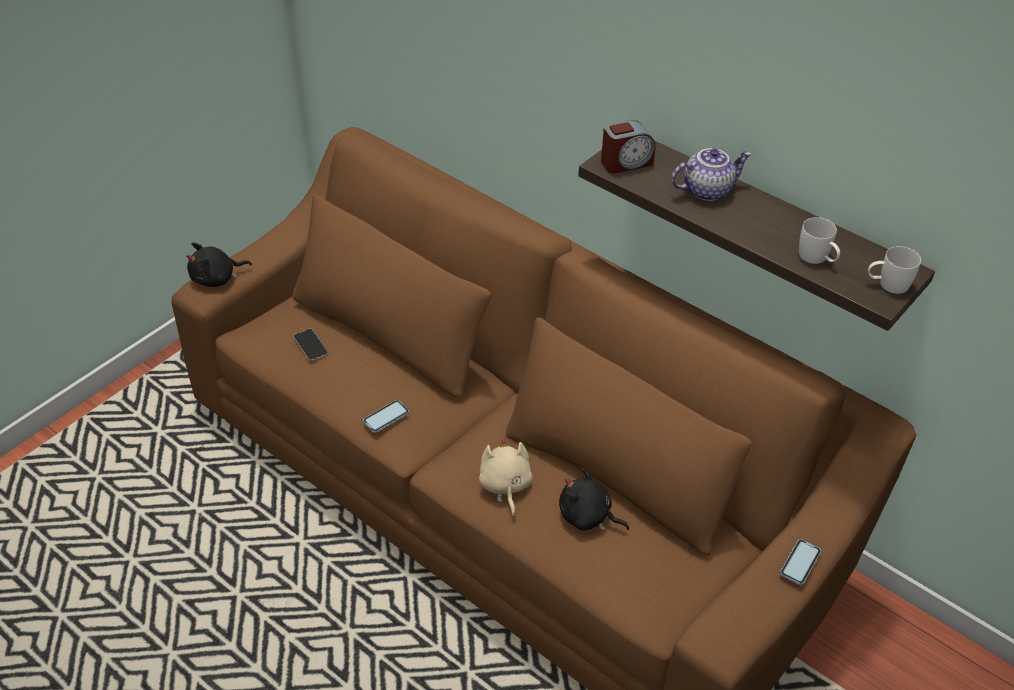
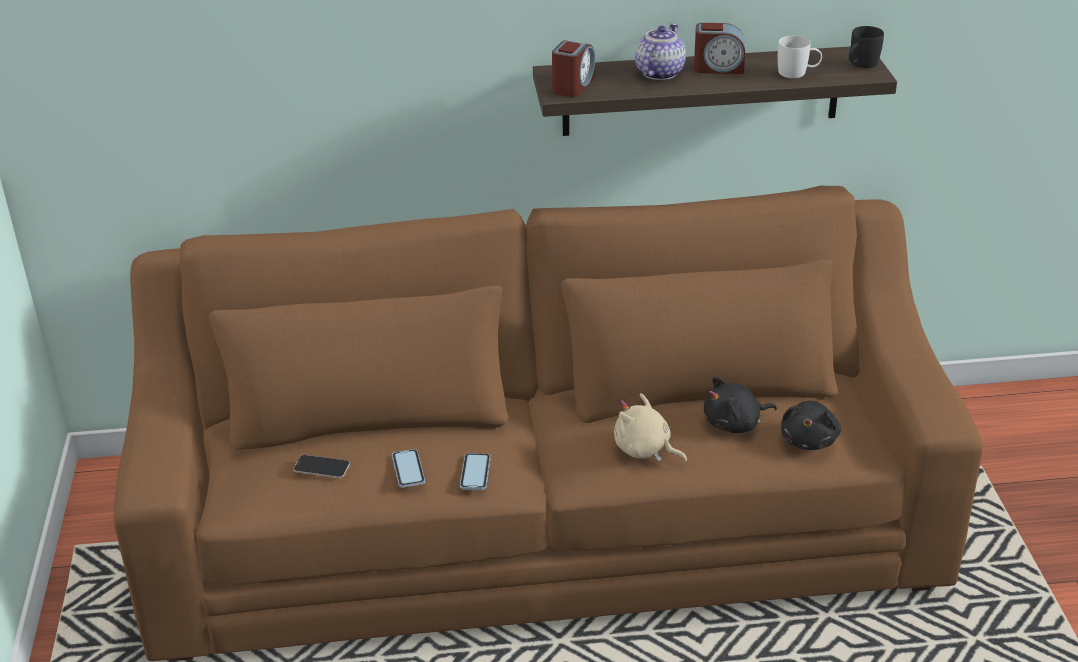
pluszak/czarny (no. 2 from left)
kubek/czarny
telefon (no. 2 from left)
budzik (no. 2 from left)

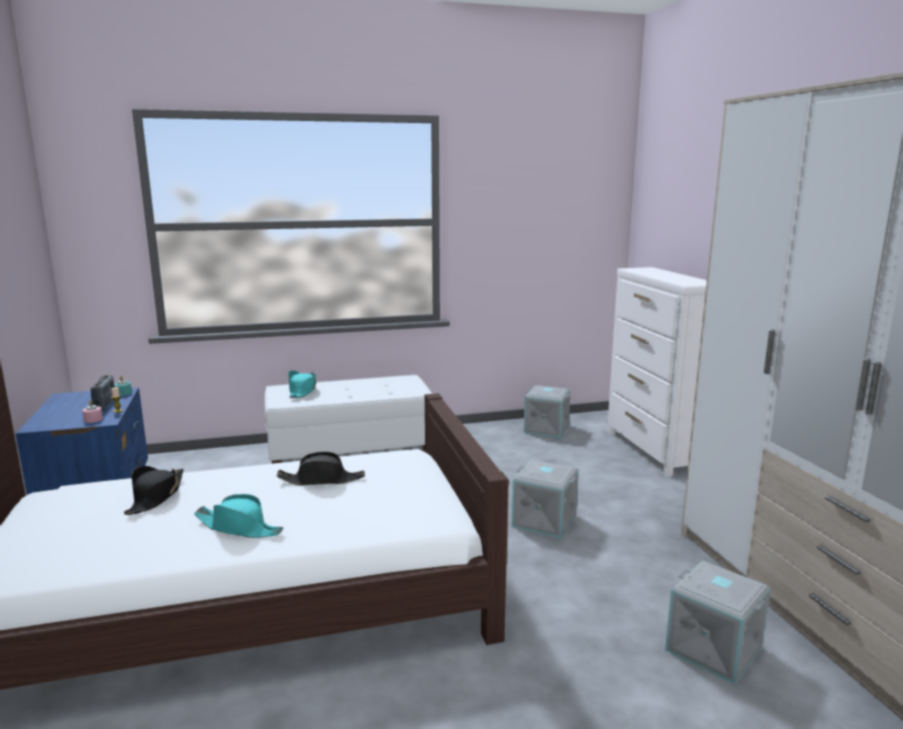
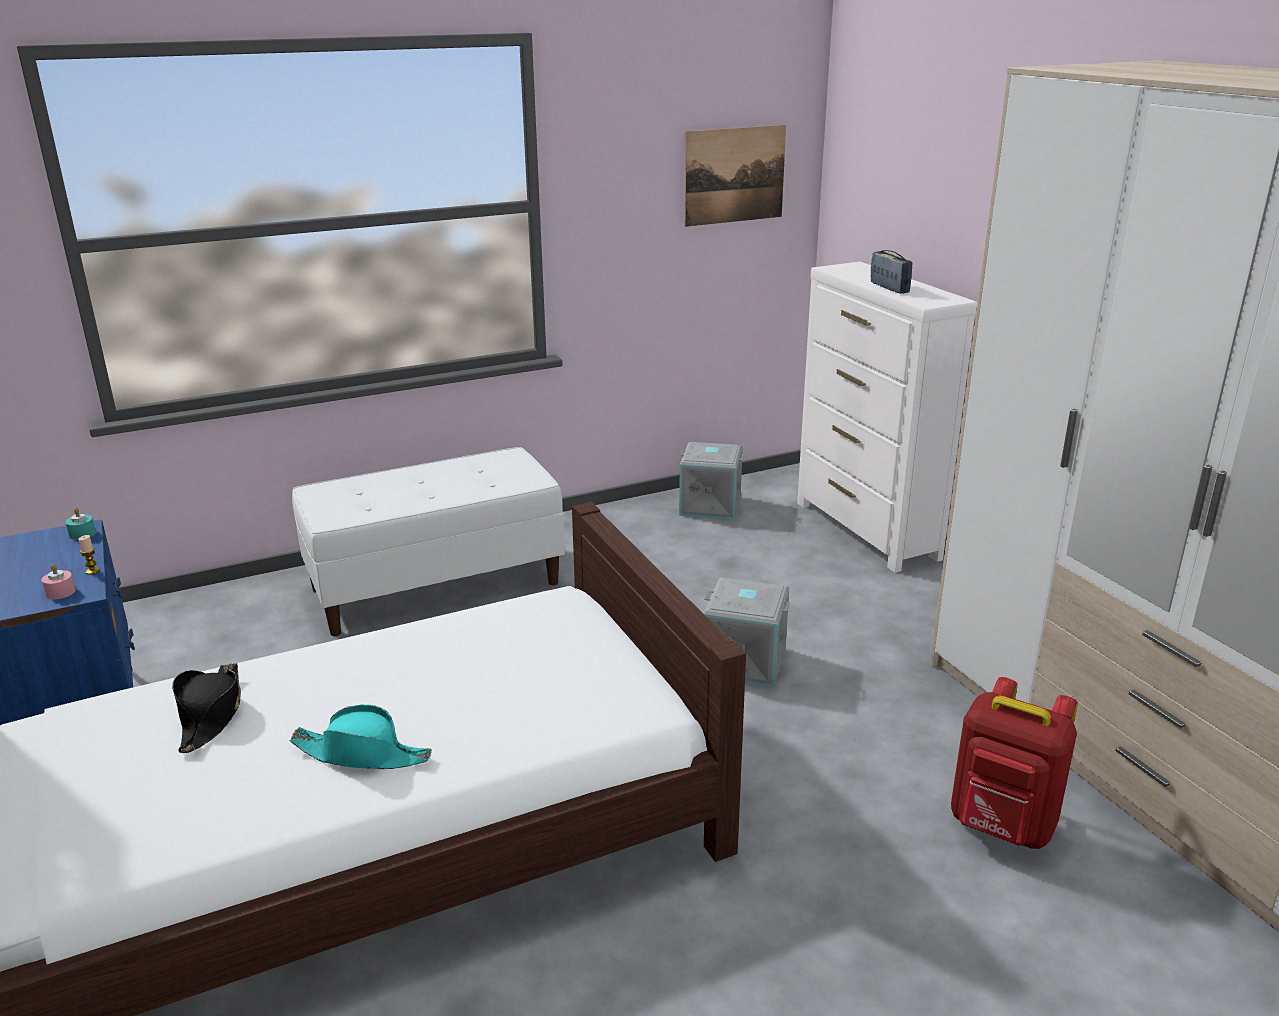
kapelusz/turkusowy (no. 2 from left in the first image)
radio
kapelusz/czarny (no. 2 from left in the first image)
plecak/czerwony
obraz

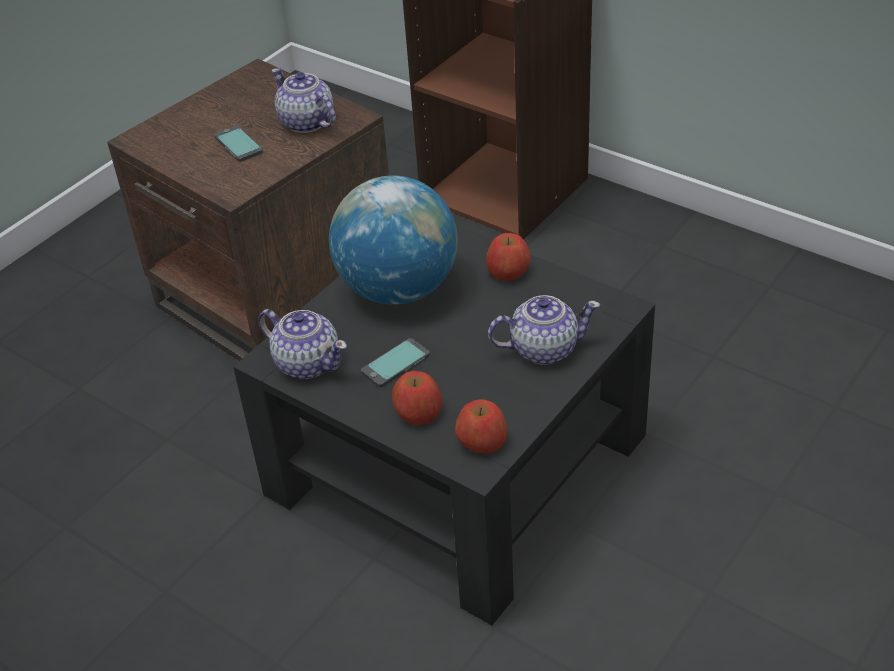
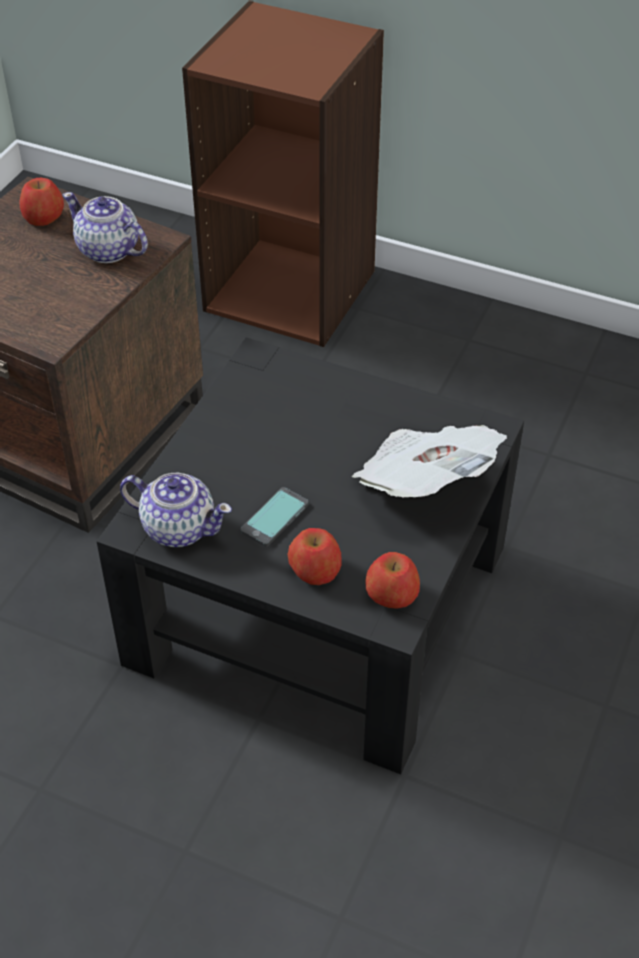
telefon (no. 1 from left in the first image)
globus
jabłko (no. 1 from left)
gazeta

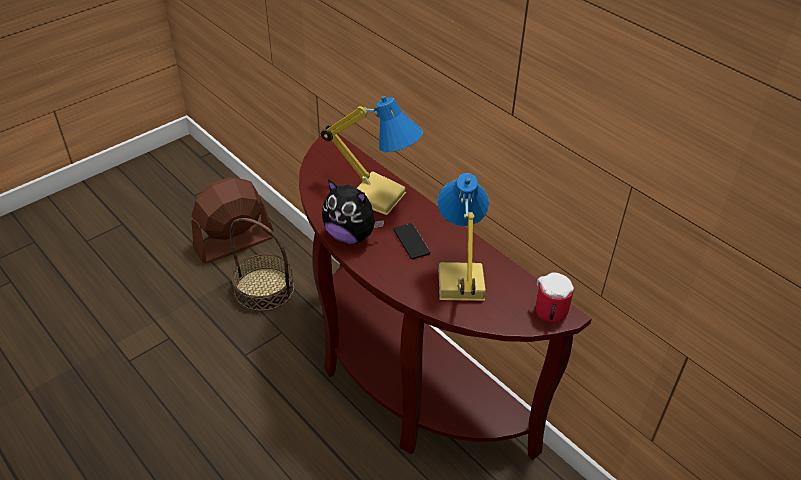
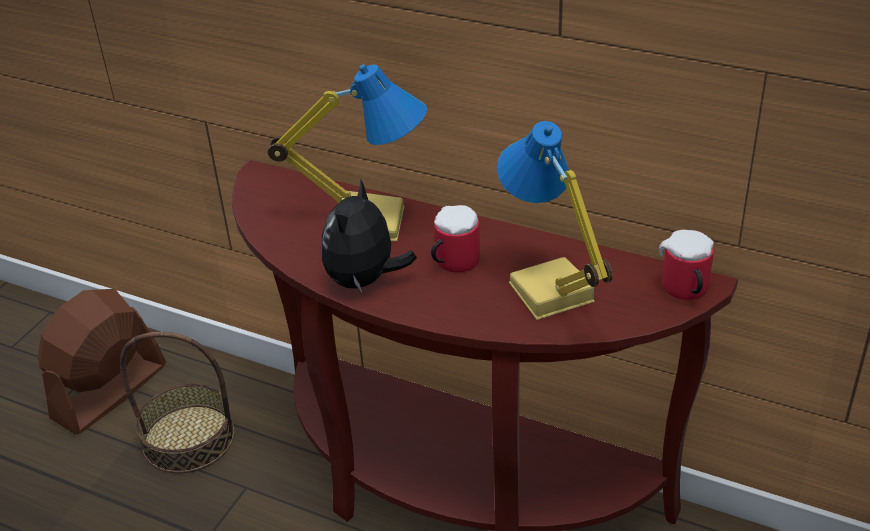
pluszak
kubek (no. 1 from left)

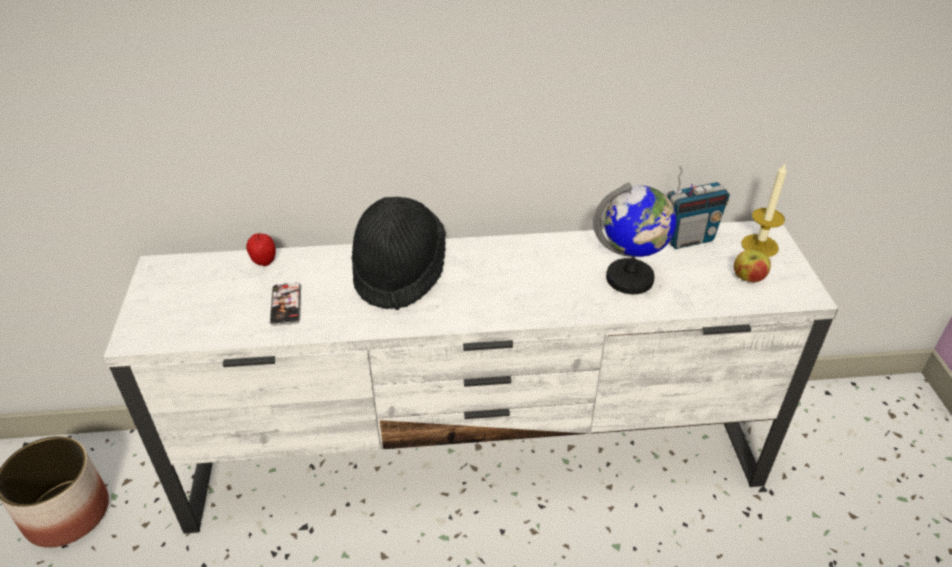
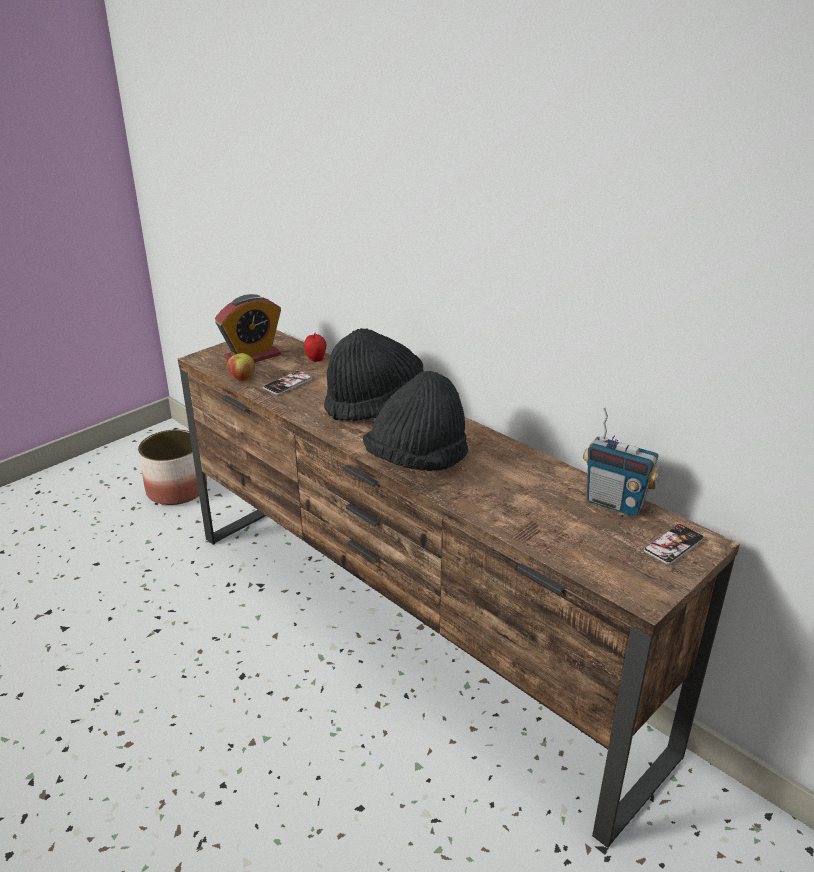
telefon (no. 2 from left)
globus
szafka pod telewizor/brązowy
jabłko (no. 1 from left)
budzik
kapelusz/czarny (no. 2 from left)

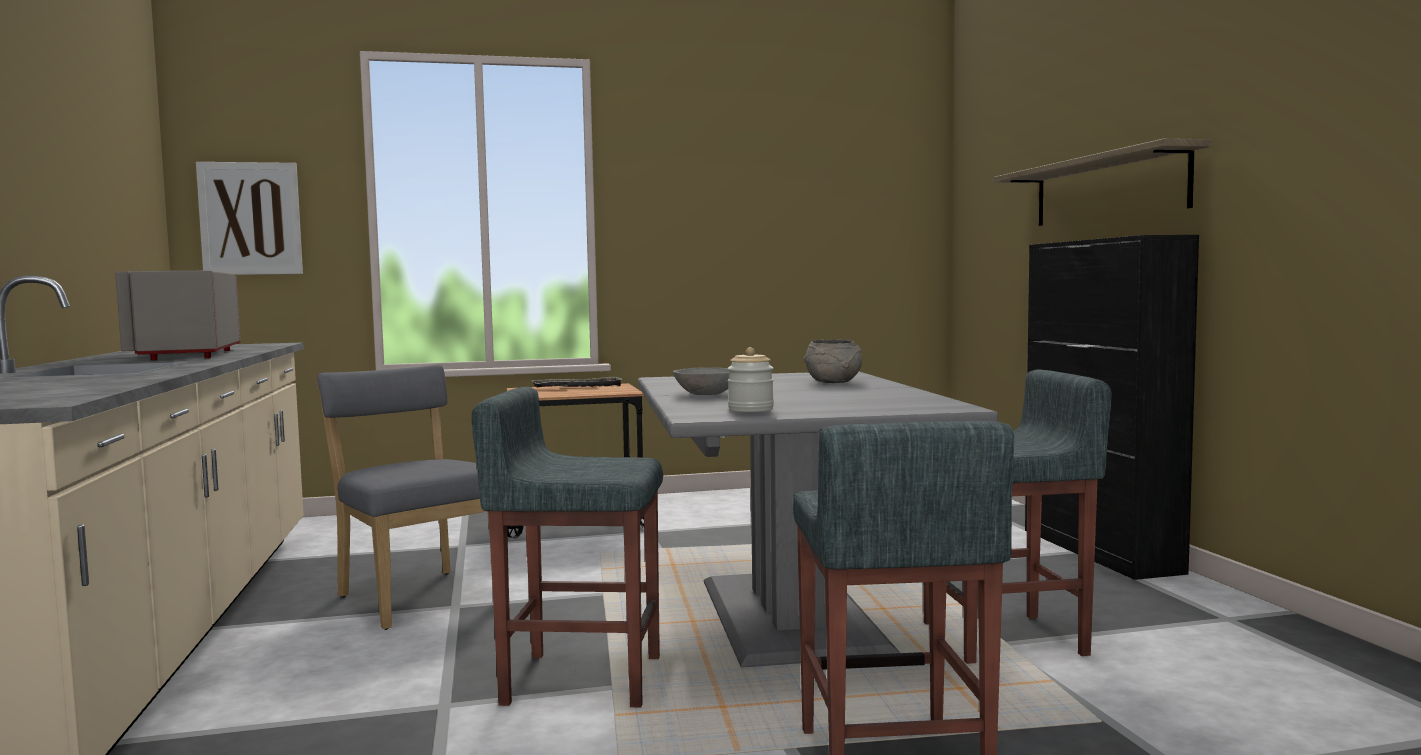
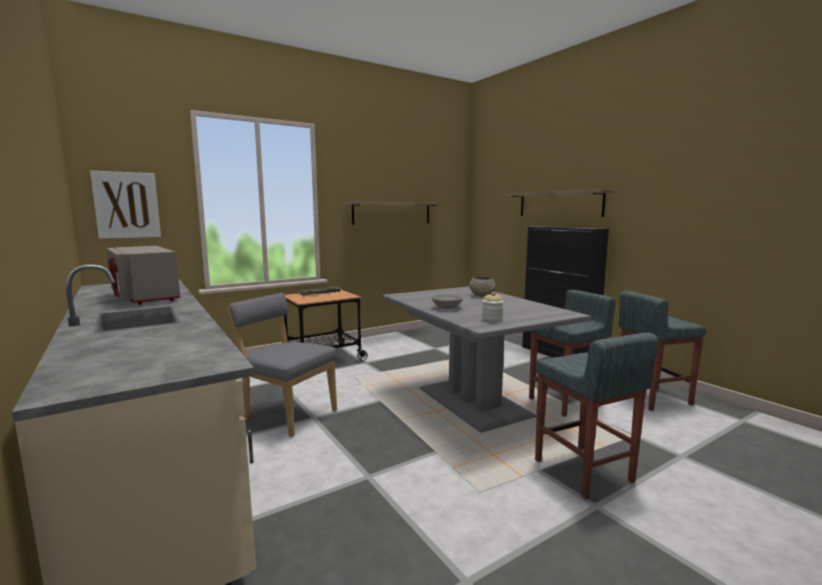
stołek/szary (no. 3 from left)
półka (no. 1 from left)

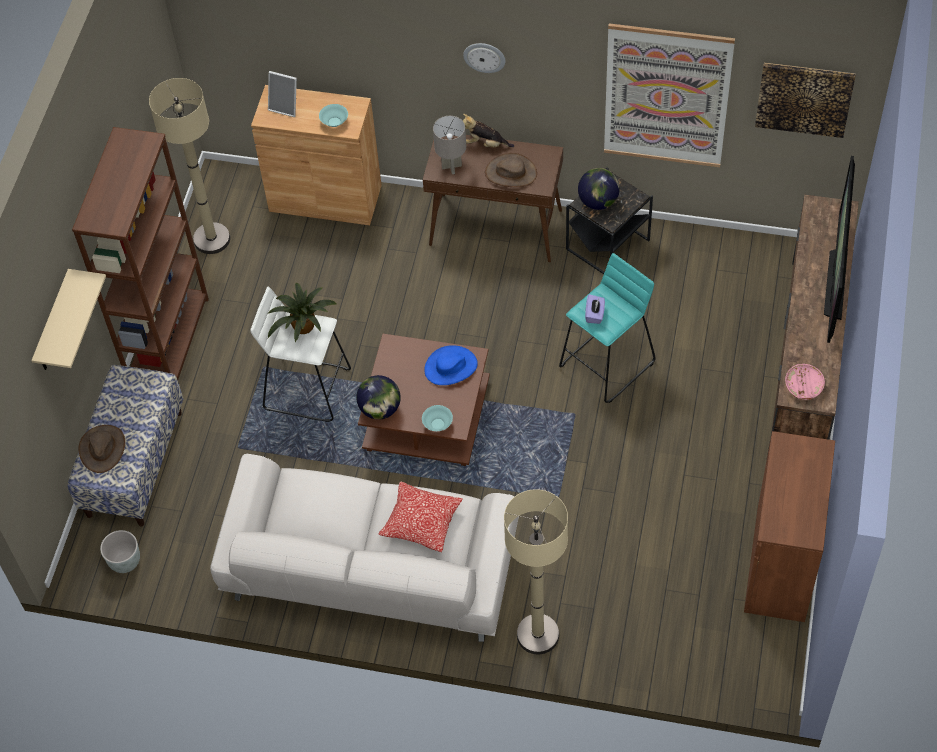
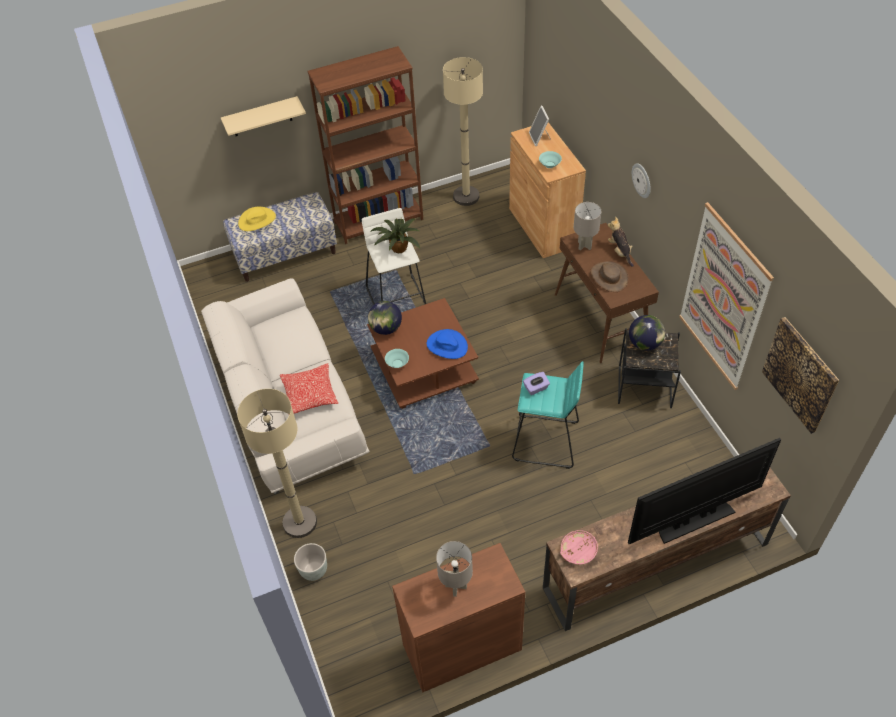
kapelusz/żółty
donica/szary
lampa stołowa/szary (no. 1 from left)

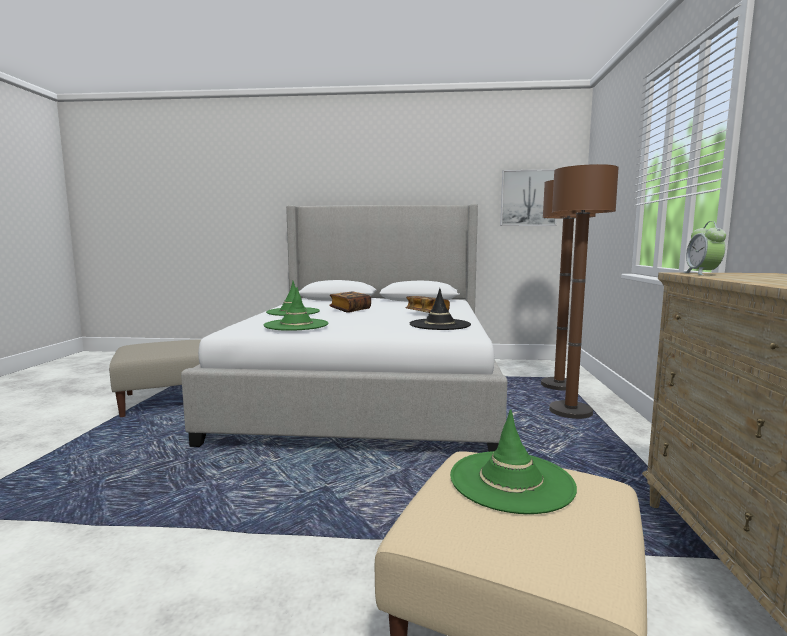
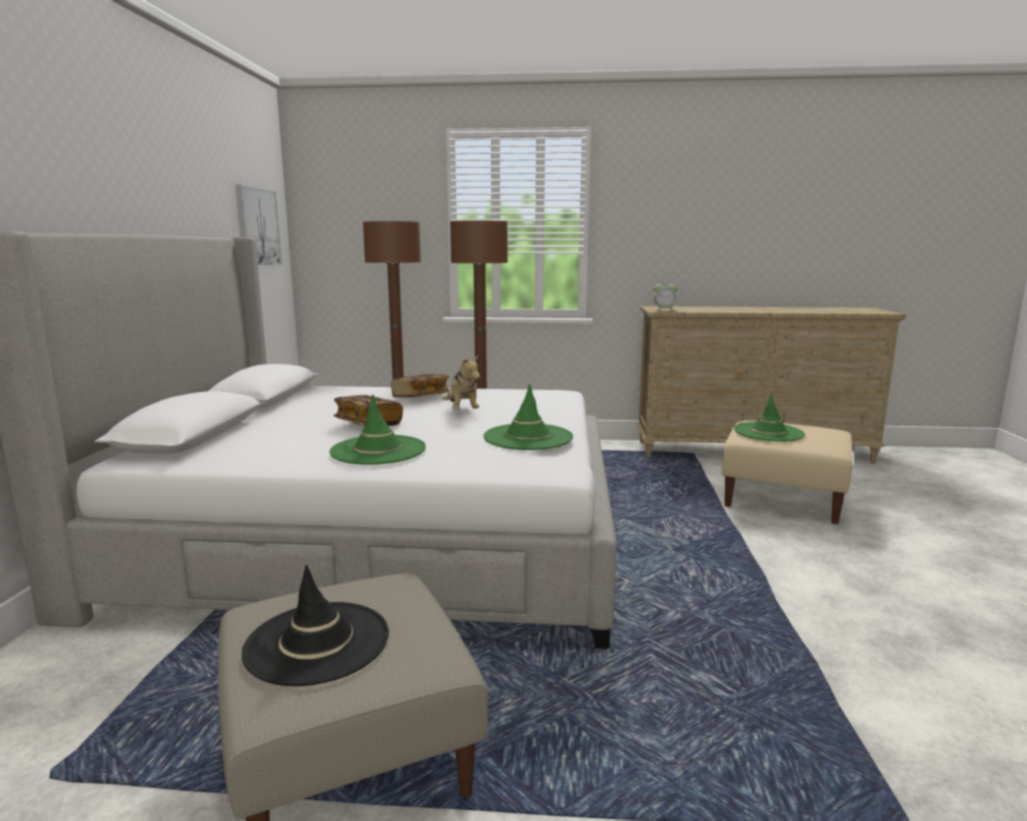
kapelusz/czarny
pluszak

